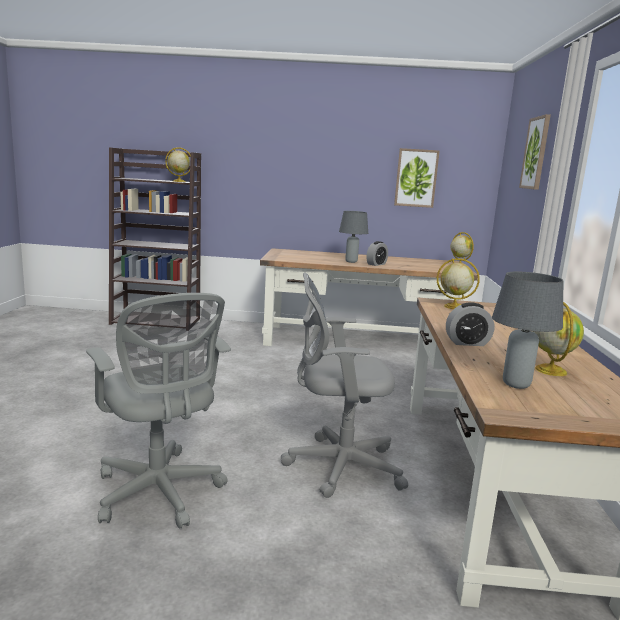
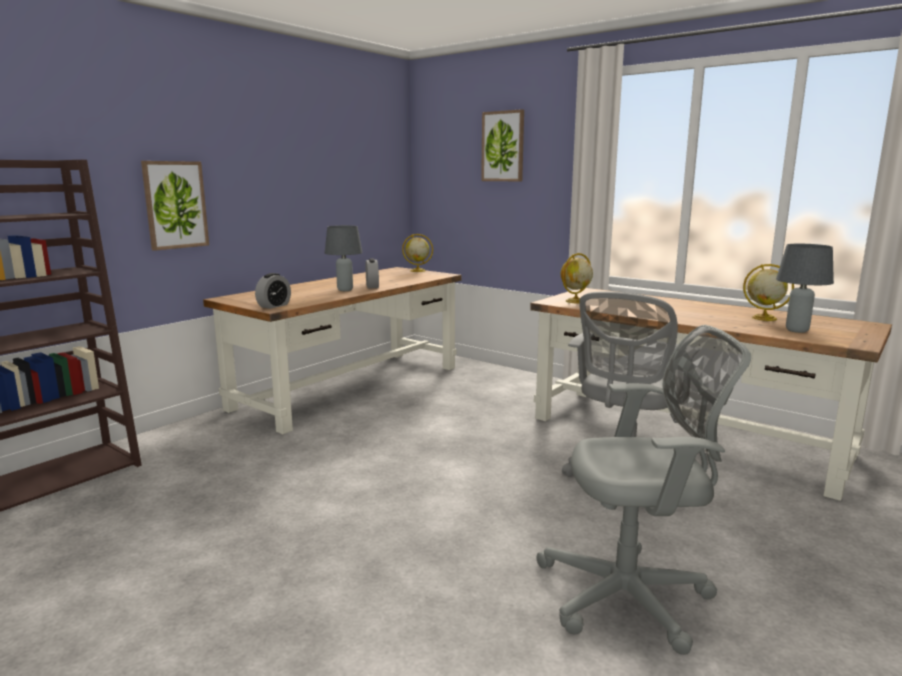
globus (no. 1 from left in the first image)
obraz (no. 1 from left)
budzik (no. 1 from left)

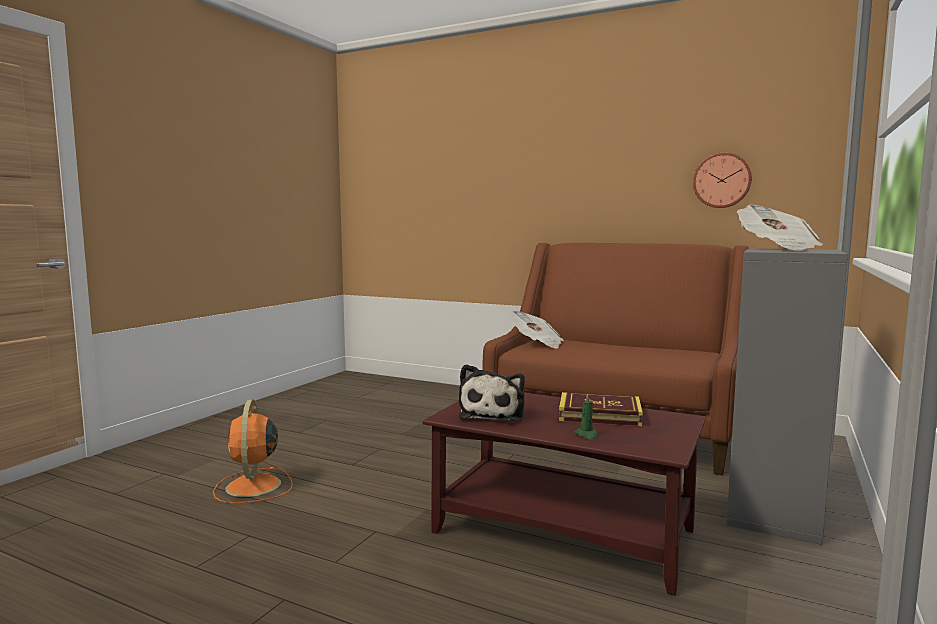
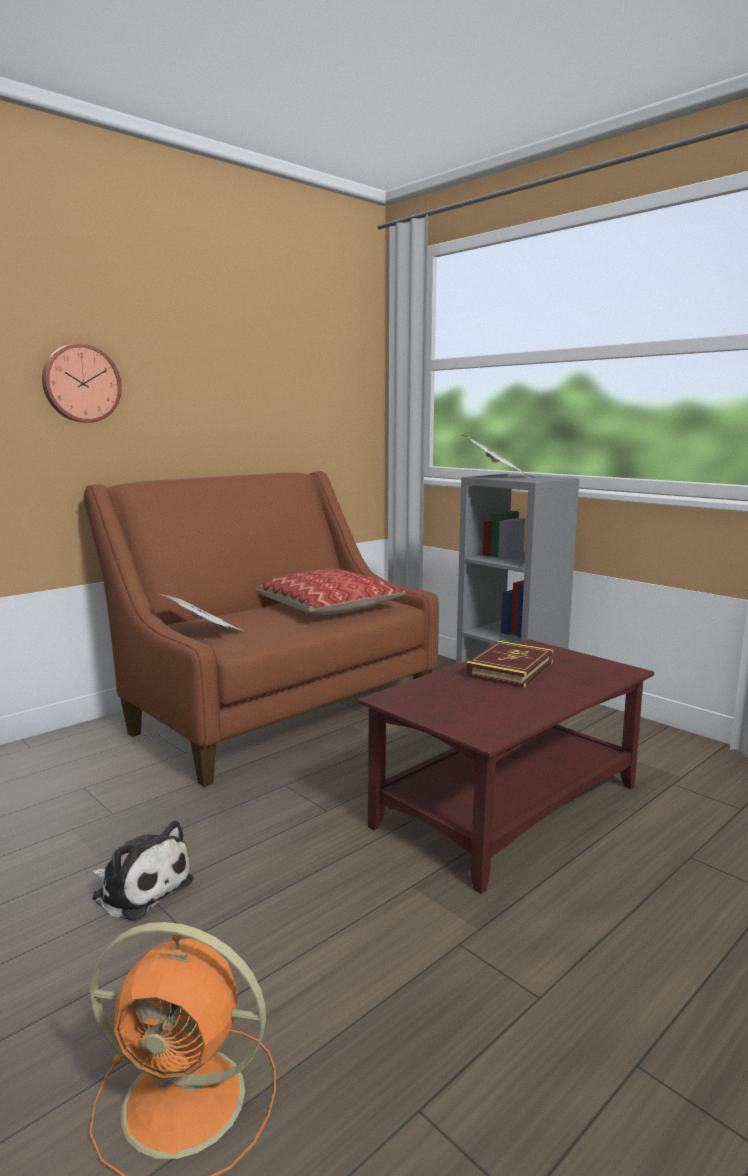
zegar ścienny
pluszak
świeca/zielony
poduszka

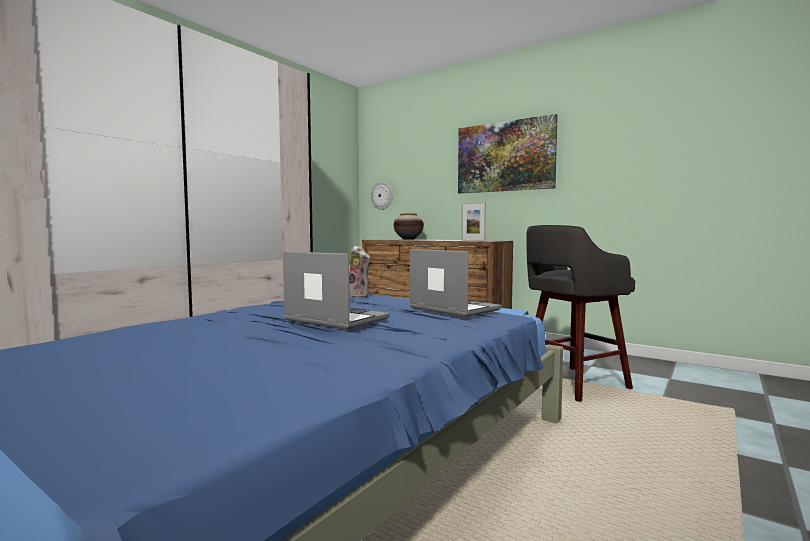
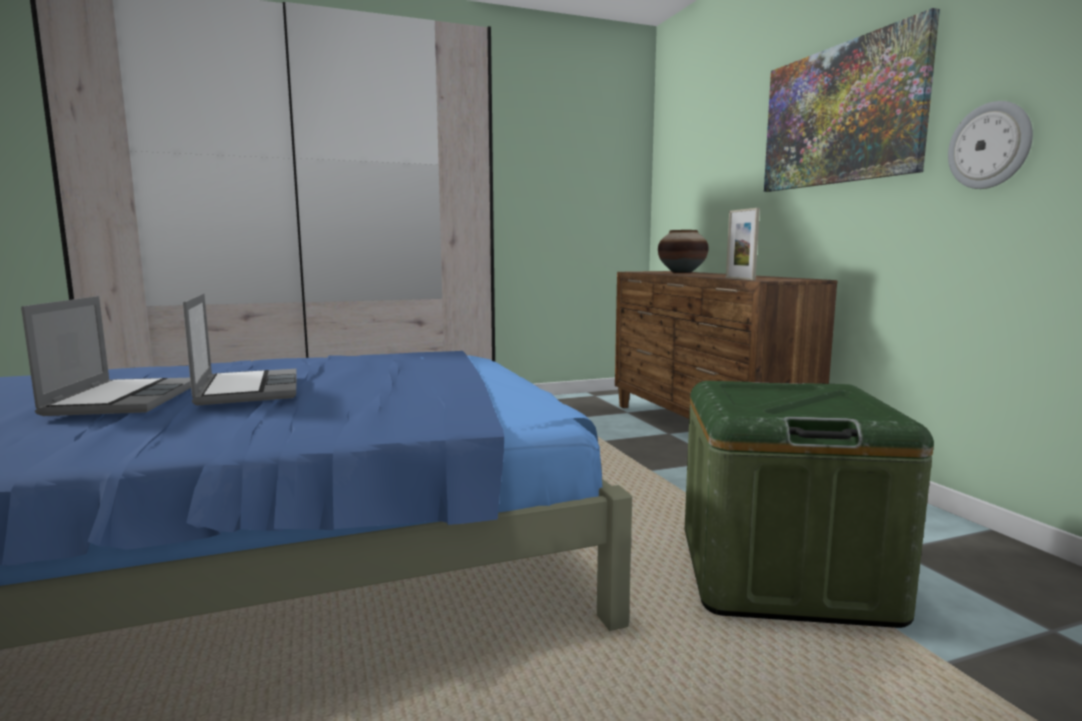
zegar ścienny
pojemnik do przechowywania/zielony
pluszak
laptop (no. 1 from left)

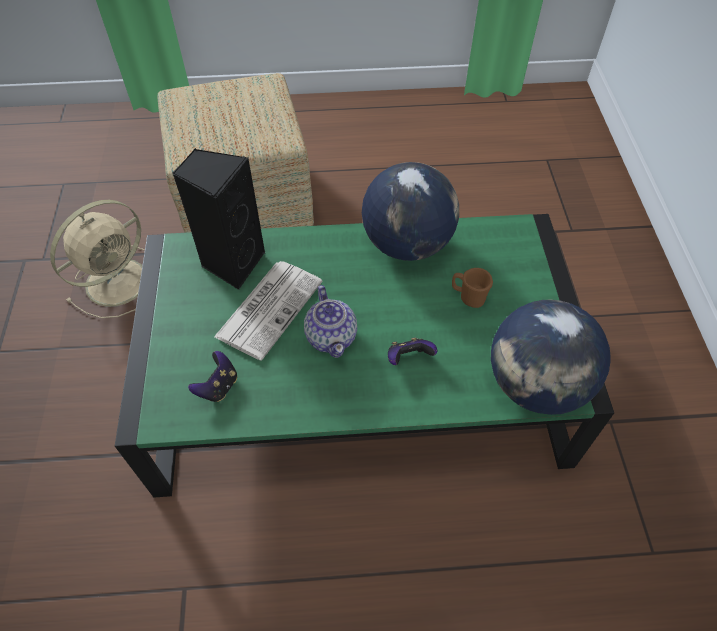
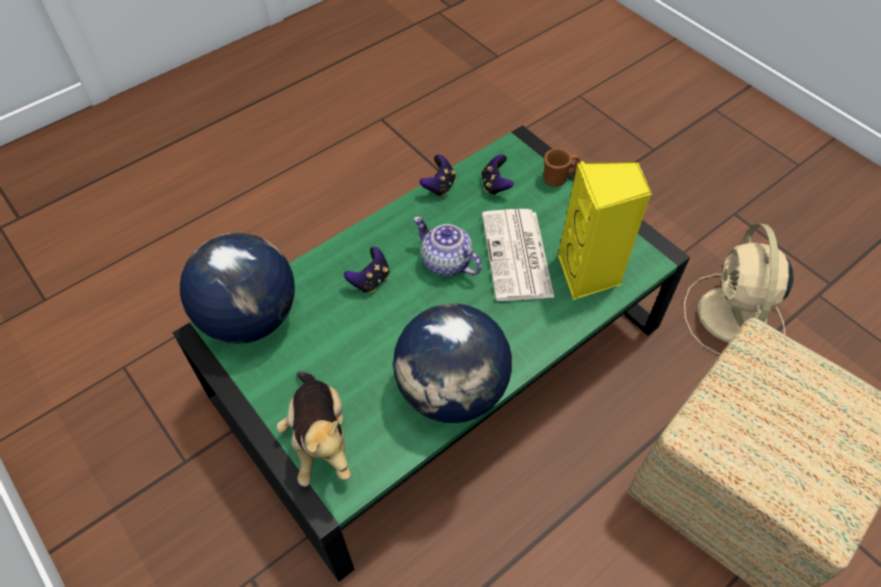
głośnik/żółty
kubek/brązowy
pad do gier (no. 2 from left)
pluszak

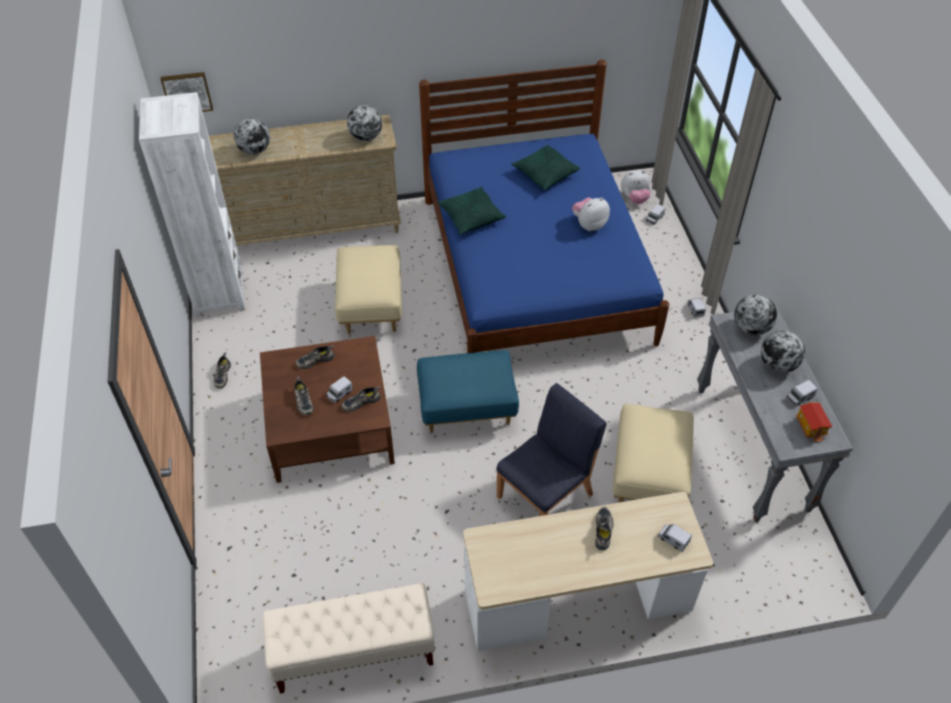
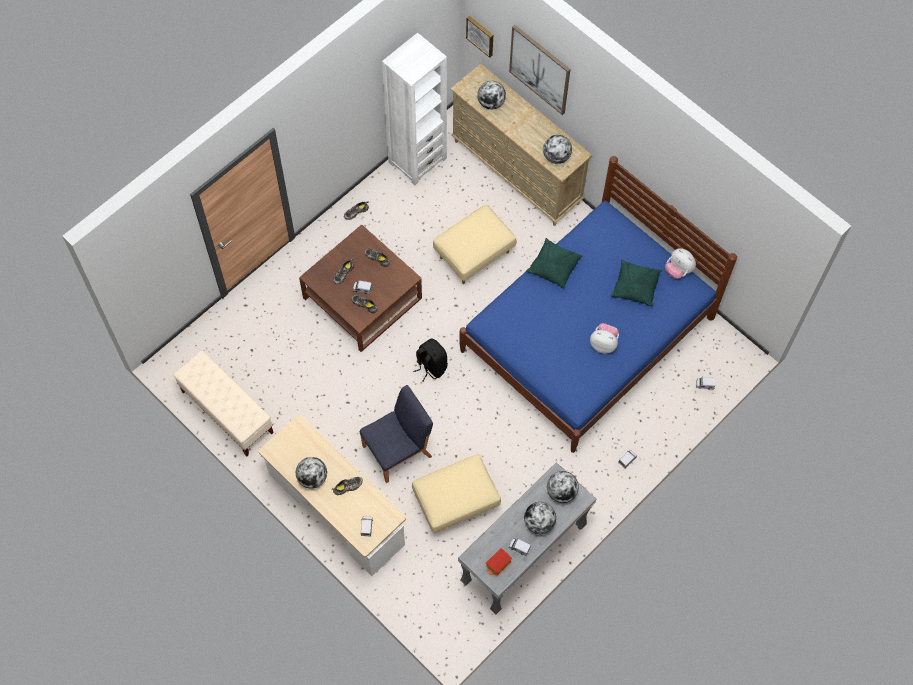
pluszak (no. 2 from left)
plecak/czarny
krzesło/niebieski
obraz (no. 2 from left)
globus (no. 1 from left)

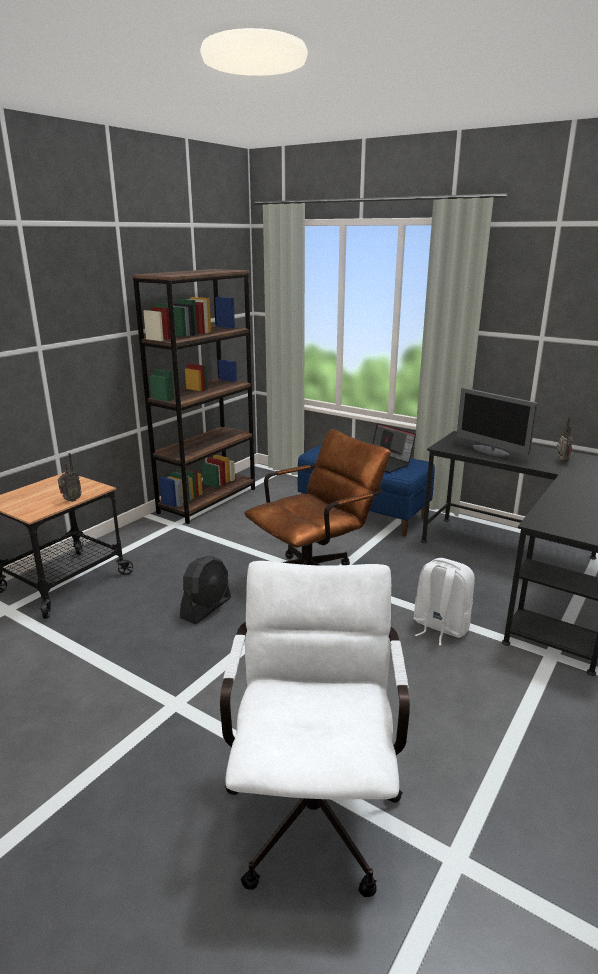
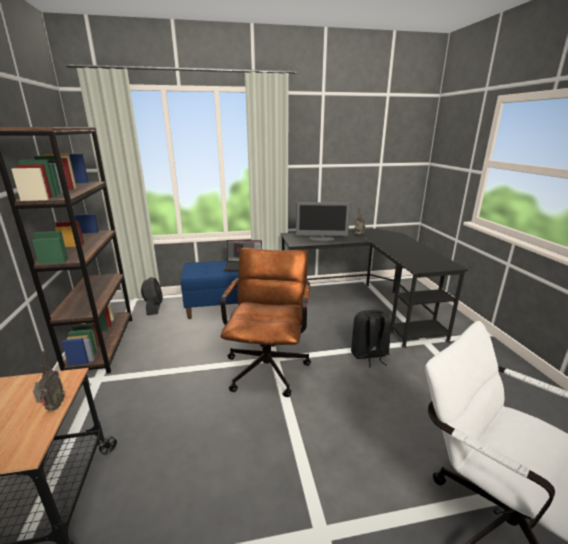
wentylator/czarny
plecak/czarny

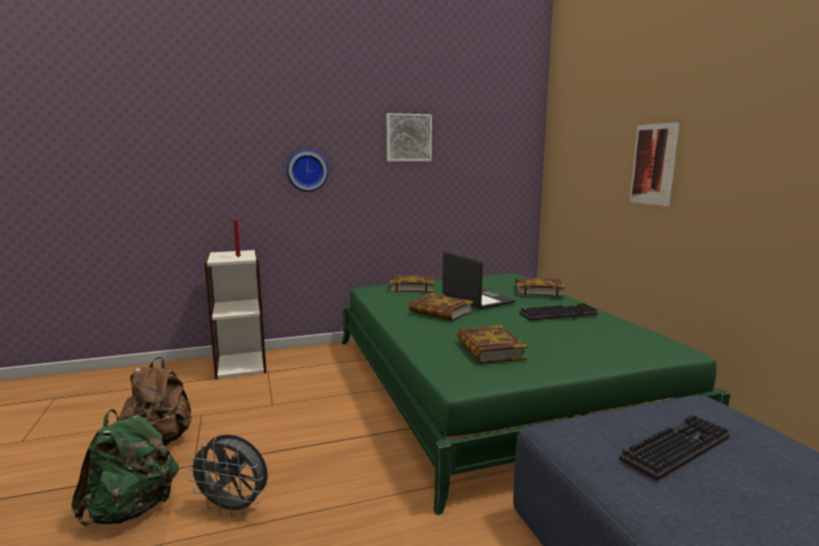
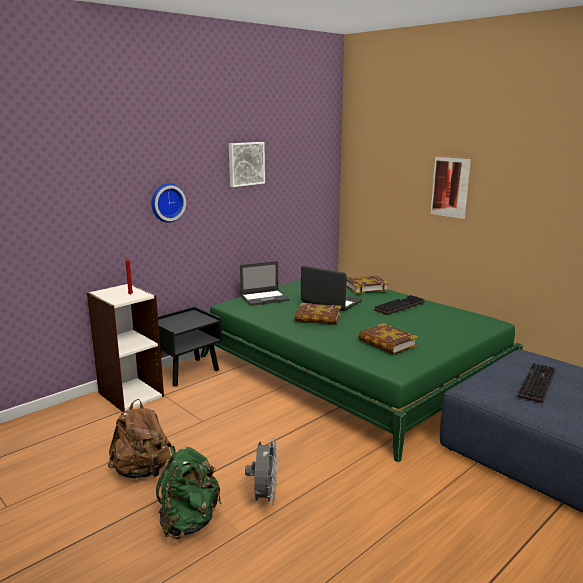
laptop (no. 1 from left)
wentylator/szary
szafka nocna/czarny

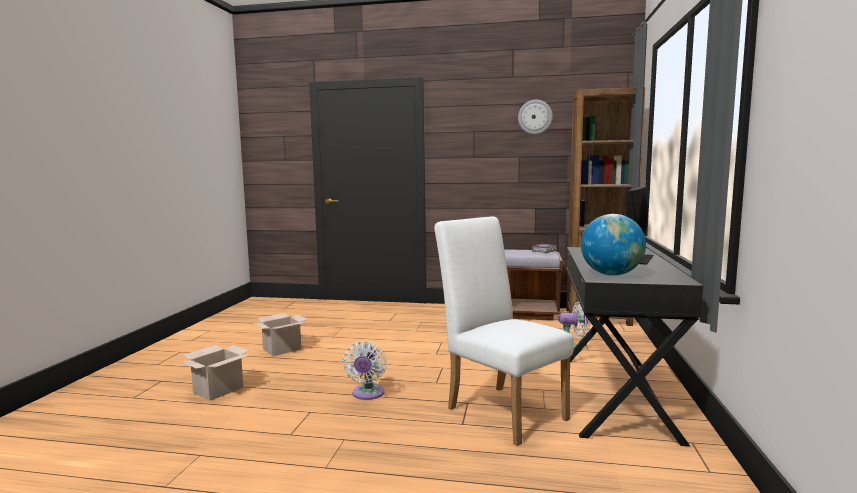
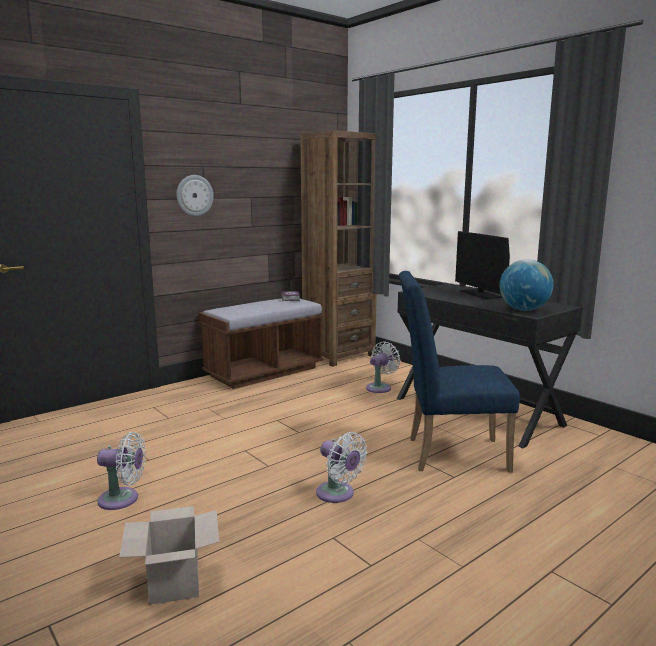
zegar ścienny
krzesło/niebieski
wentylator/biały (no. 1 from left)

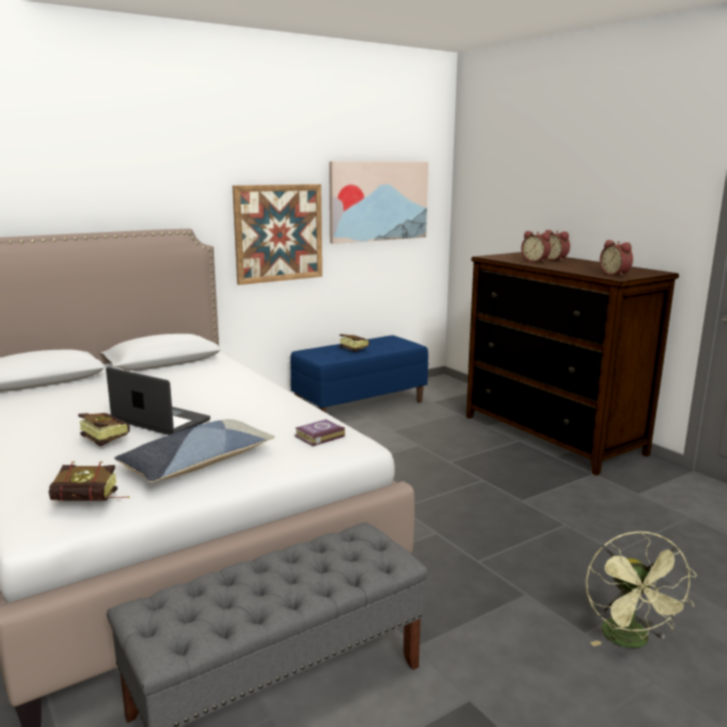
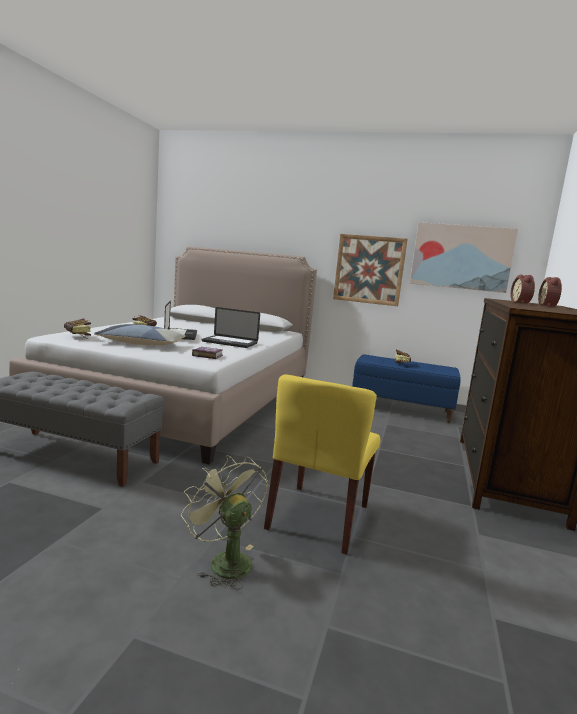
budzik (no. 3 from left in the first image)
wentylator/zielony
laptop (no. 2 from left)
krzesło/żółty

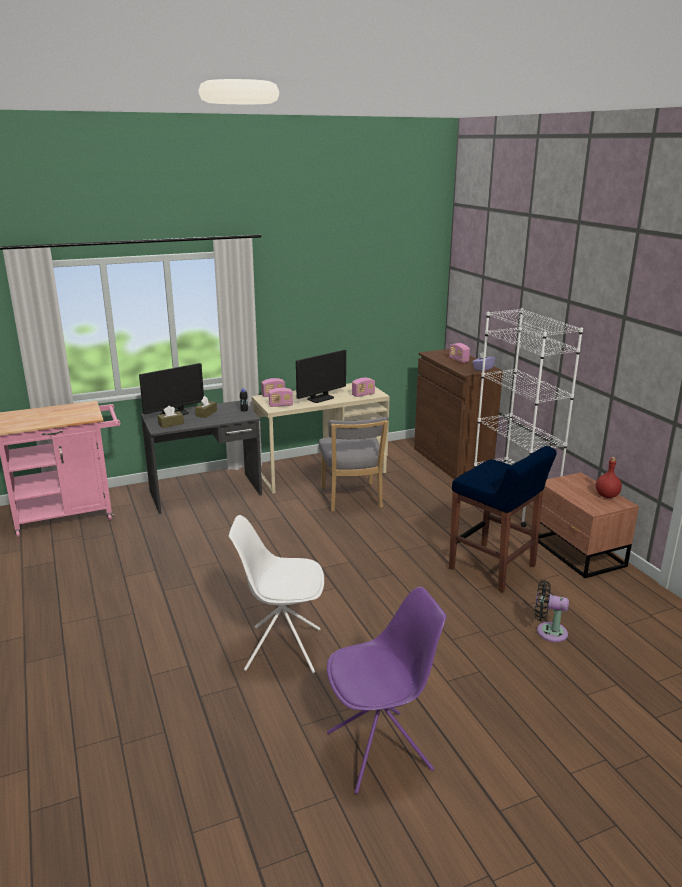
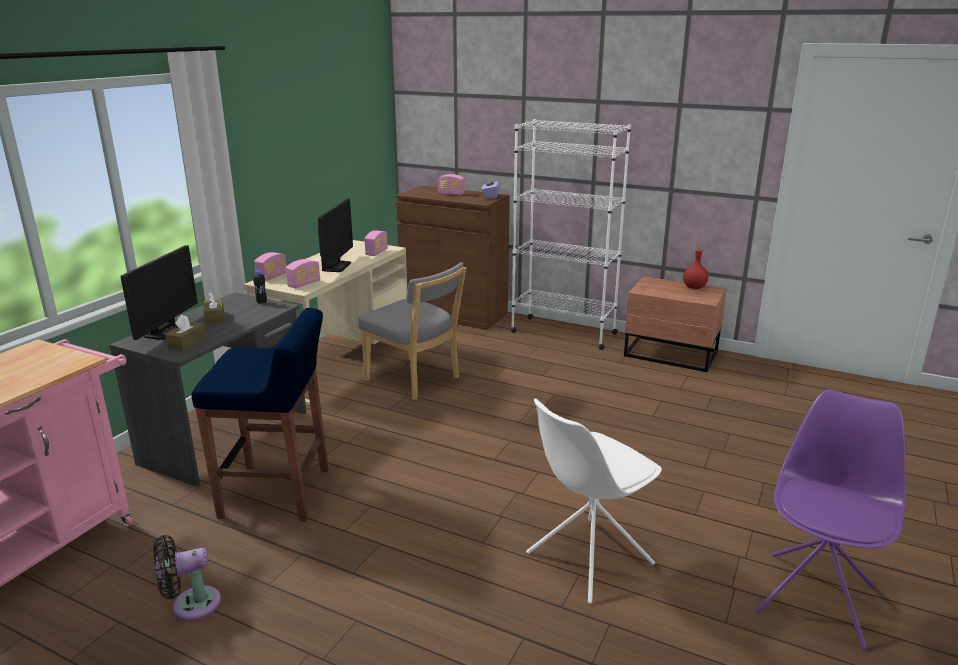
stołek/niebieski
wentylator/czarny

